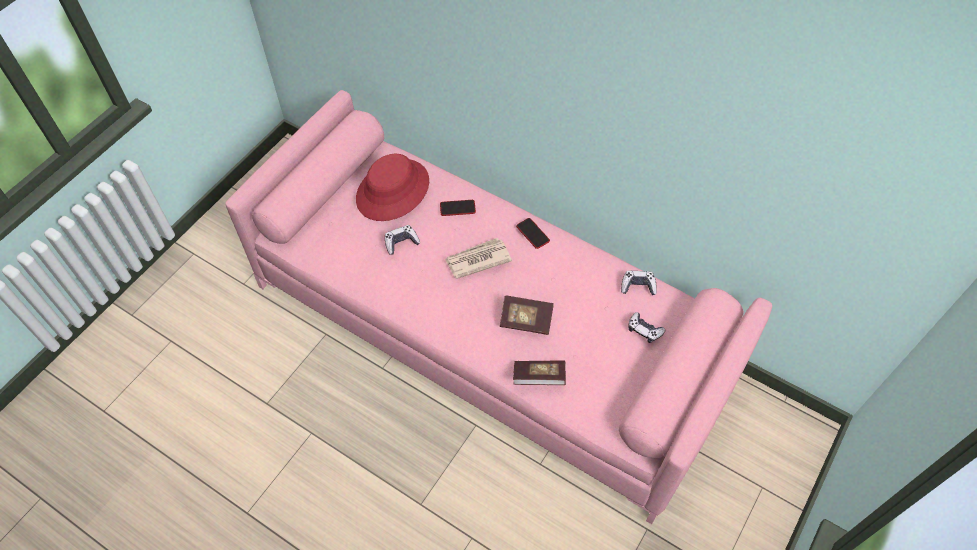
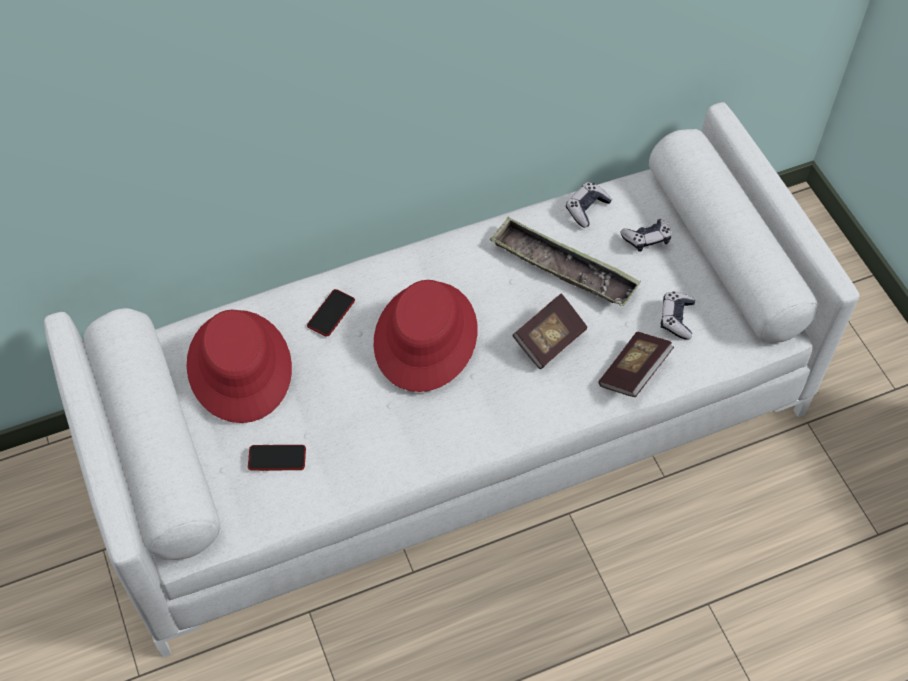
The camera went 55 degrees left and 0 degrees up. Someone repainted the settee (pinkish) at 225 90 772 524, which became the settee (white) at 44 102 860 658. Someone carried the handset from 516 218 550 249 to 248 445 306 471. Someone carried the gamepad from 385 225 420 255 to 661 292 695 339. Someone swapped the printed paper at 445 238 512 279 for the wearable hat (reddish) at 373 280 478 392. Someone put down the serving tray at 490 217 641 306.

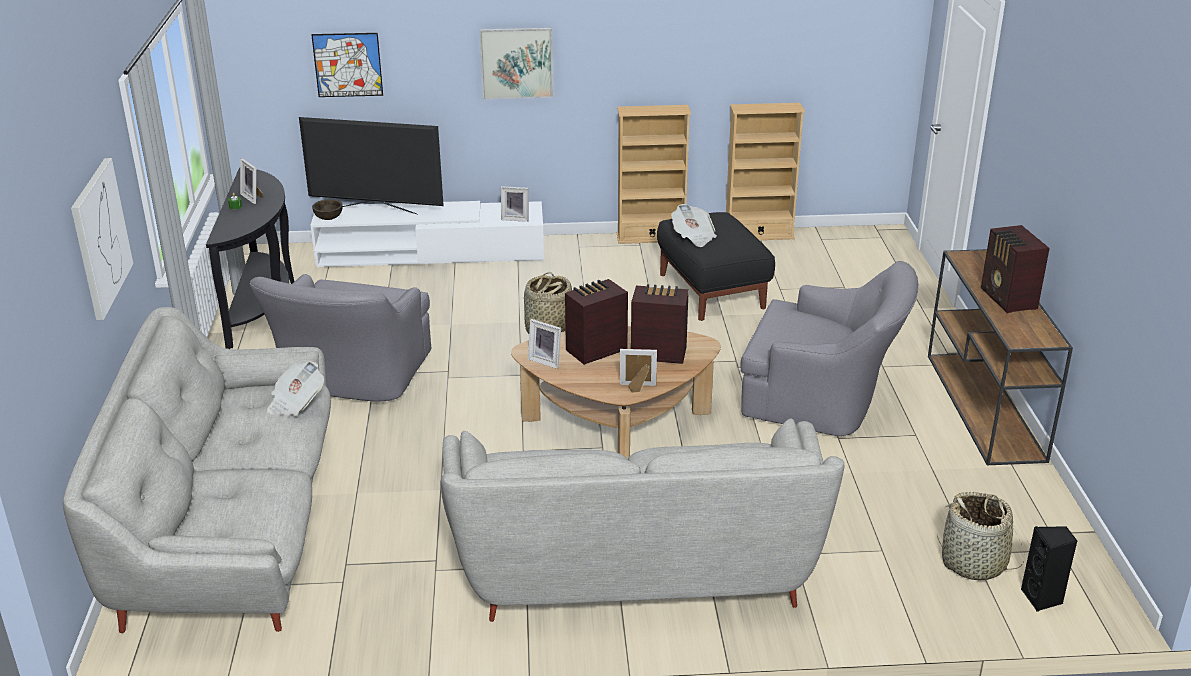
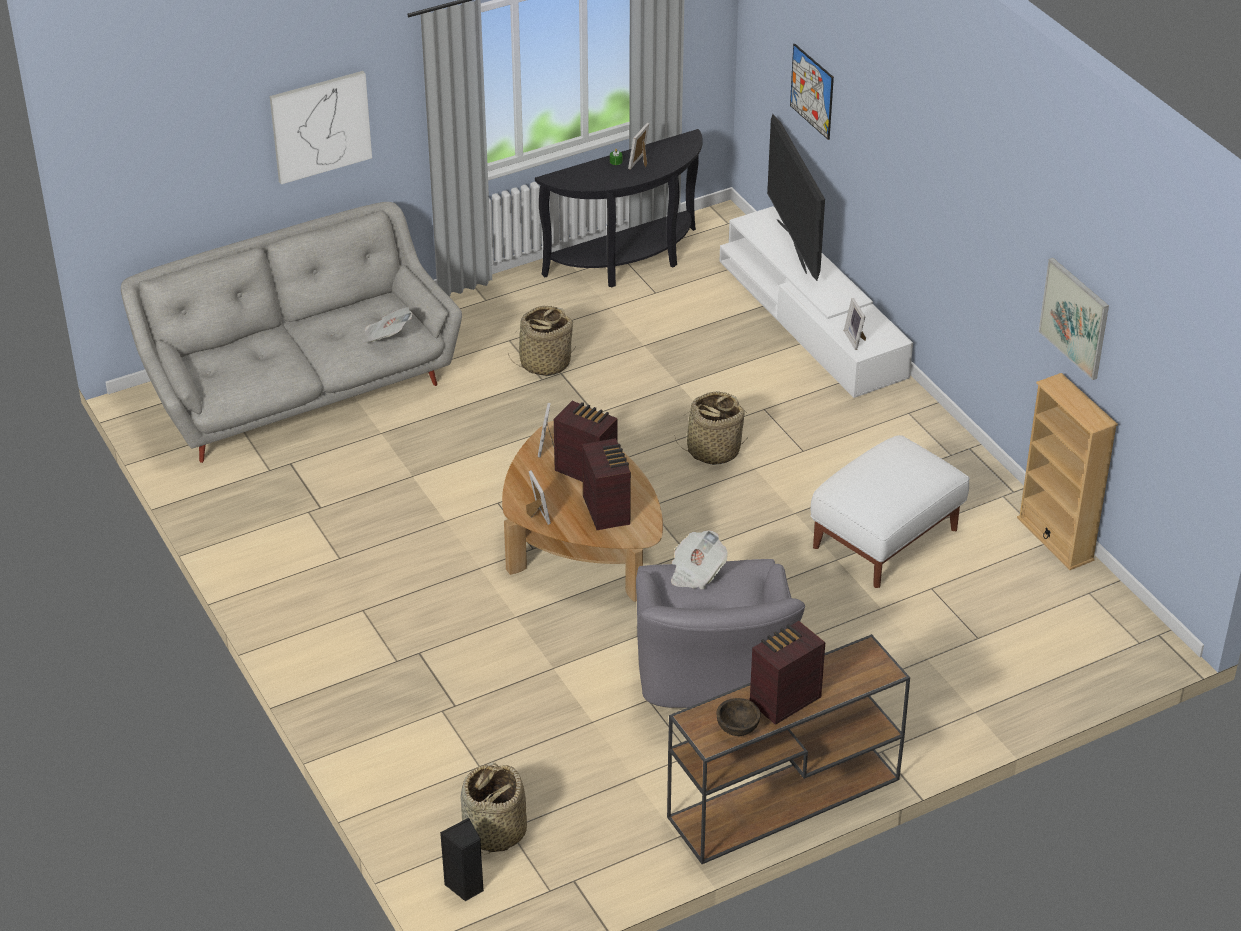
The camera went 65 degrees right and 10 degrees up. Someone carried the wall art from 479 28 553 99 to 1039 258 1109 380. Someone took away the bookshelf (beige-coloured) at 617 105 691 244. Someone carried the bowl (brownish) from 312 199 343 220 to 716 698 761 736. Someone carried the printed paper from 671 204 717 247 to 671 530 728 589. Someone repainted the pouffe (black) at 657 212 775 321, which became the pouffe (white) at 811 435 970 588. Someone swapped the easy chair (greyish) at 249 274 431 402 for the basket at 508 306 575 376. Someone took away the settee (greyish) at 440 418 844 622.

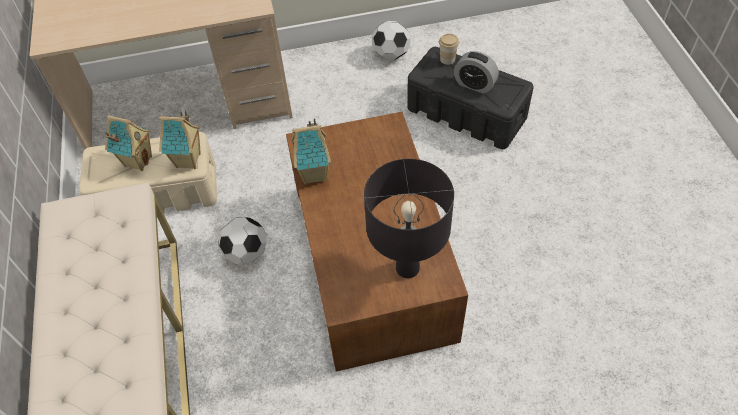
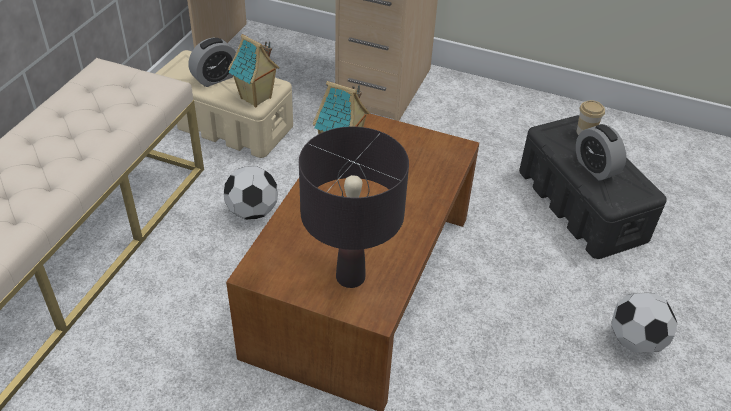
The camera went 30 degrees right and 10 degrees down. Someone carried the ball for football from 372 21 410 60 to 612 293 677 352. Someone swapped the miniature house at 105 115 152 171 for the alarm clock at 189 38 236 87.

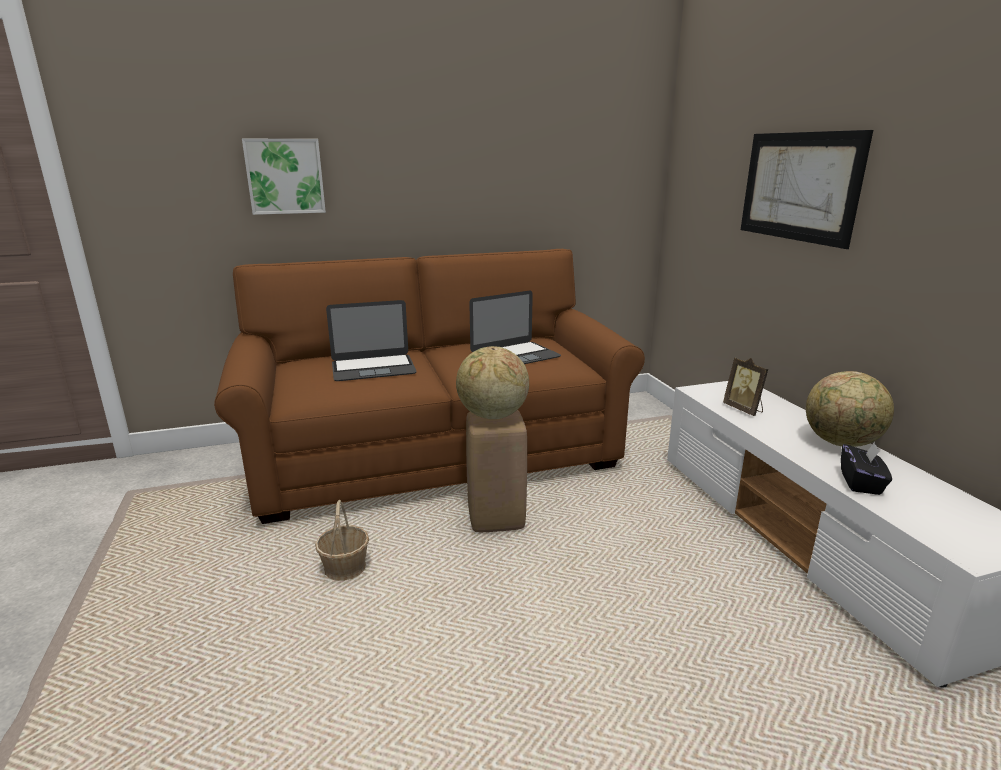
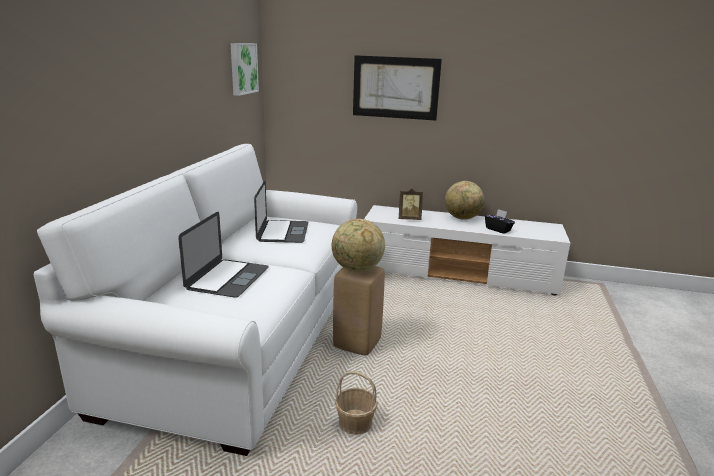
The camera went 60 degrees left and 0 degrees up. Someone carried the wall art from 242 139 326 215 to 231 43 259 96. Someone repainted the settee (brownish) at 214 249 645 524, which became the settee (white) at 34 144 357 456.

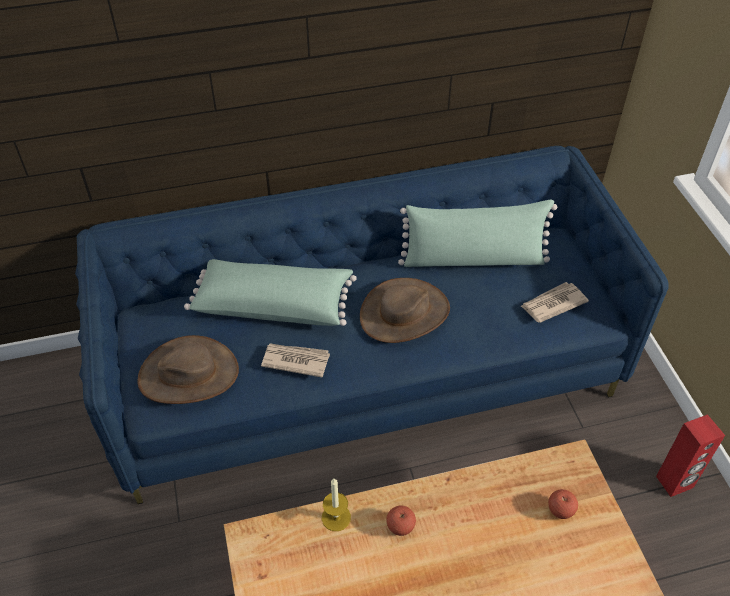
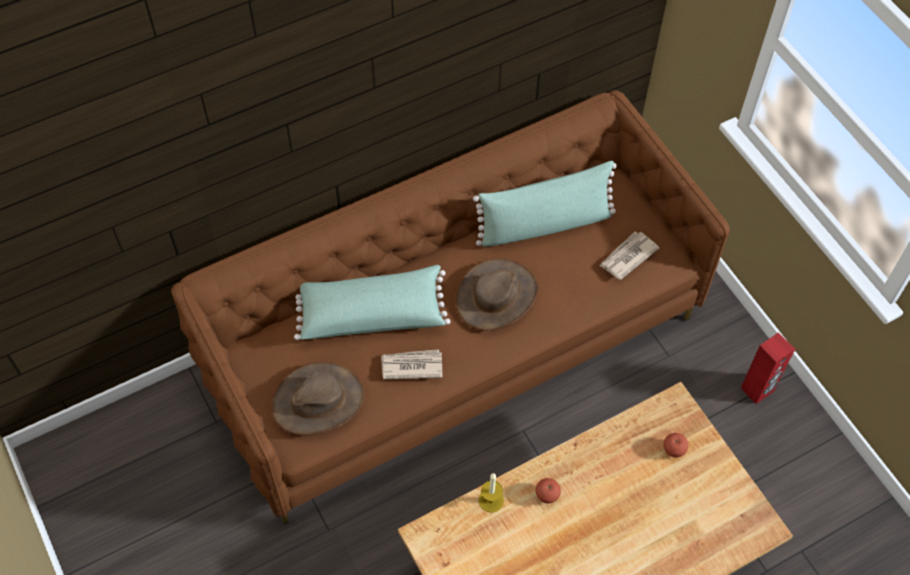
The camera went 15 degrees left and 10 degrees up. Someone repainted the settee (bluish) at 75 146 669 504, which became the settee (brownish) at 171 90 730 524.

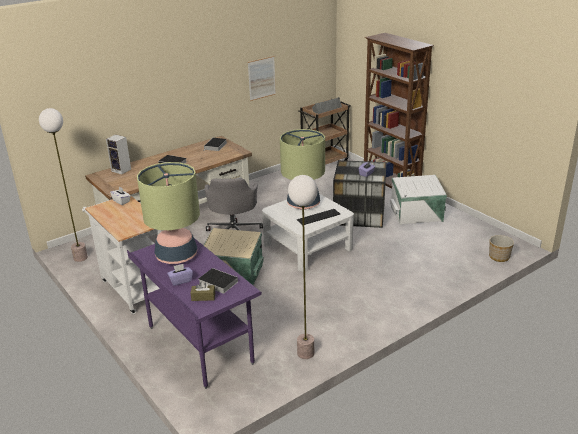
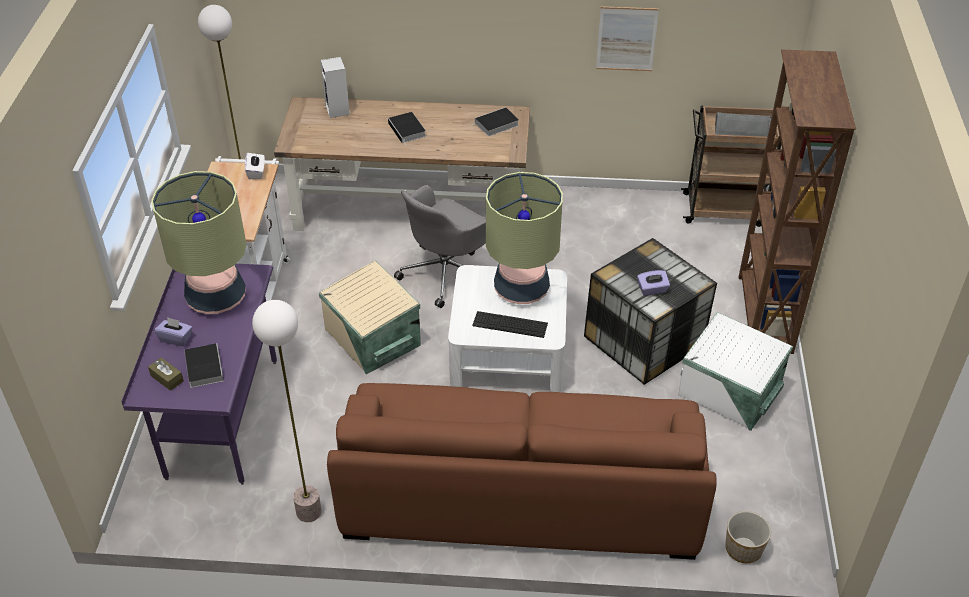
The camera went 40 degrees right and 15 degrees up. Someone put down the settee (brownish) at 327 383 716 560.

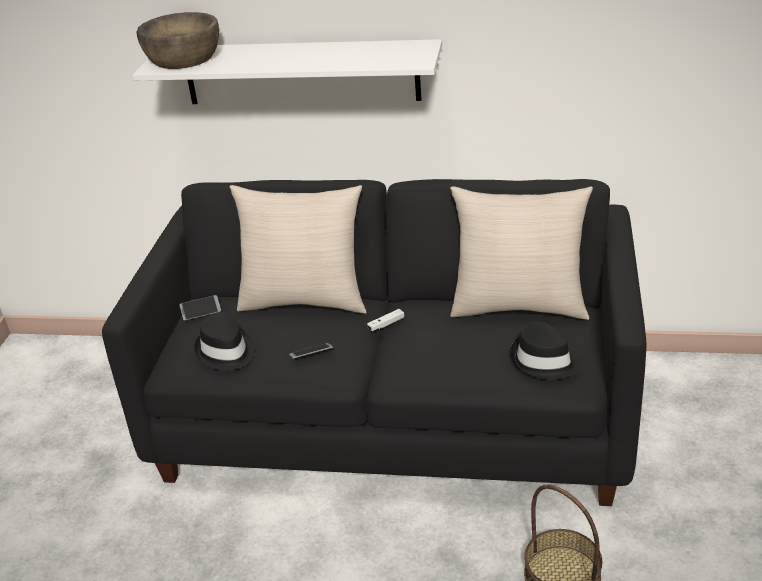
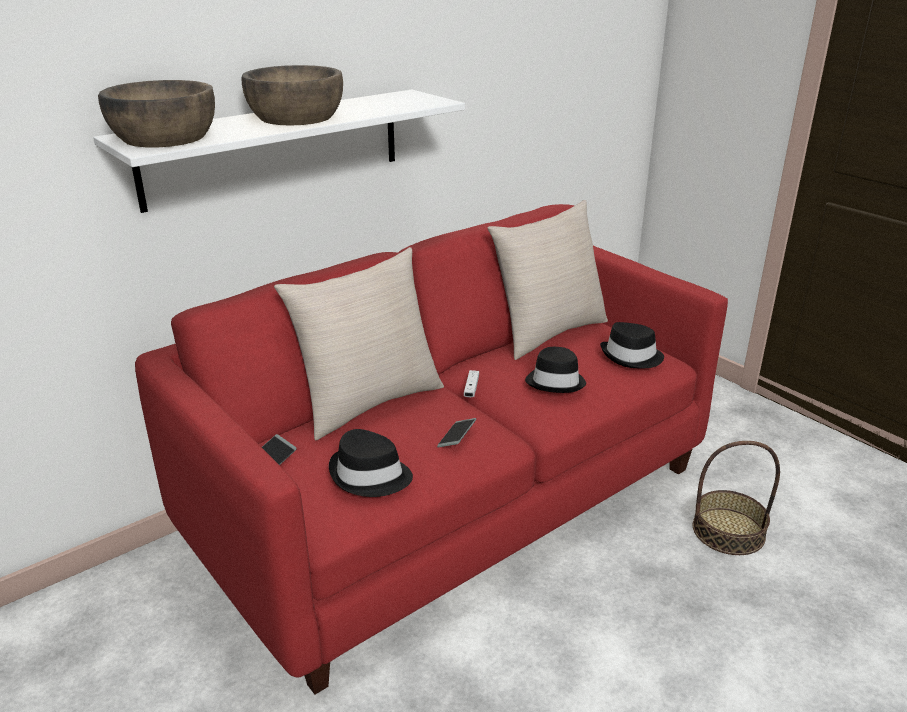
The camera went 50 degrees left and 5 degrees down. Someone repainted the settee (black) at 102 179 647 506, which became the settee (reddish) at 135 204 728 694. Someone put down the bowl (brownish) at 241 65 343 126. Someone put down the wearable hat (black) at 525 347 586 393.

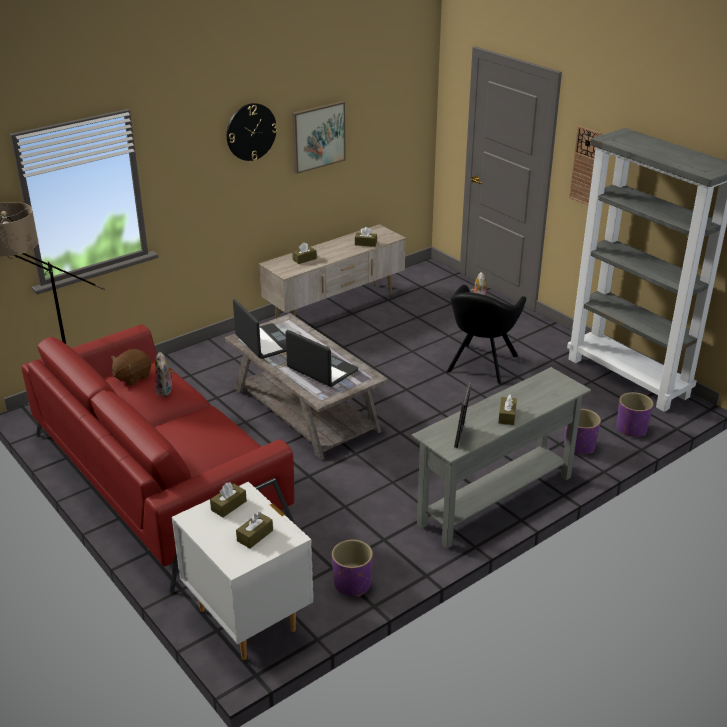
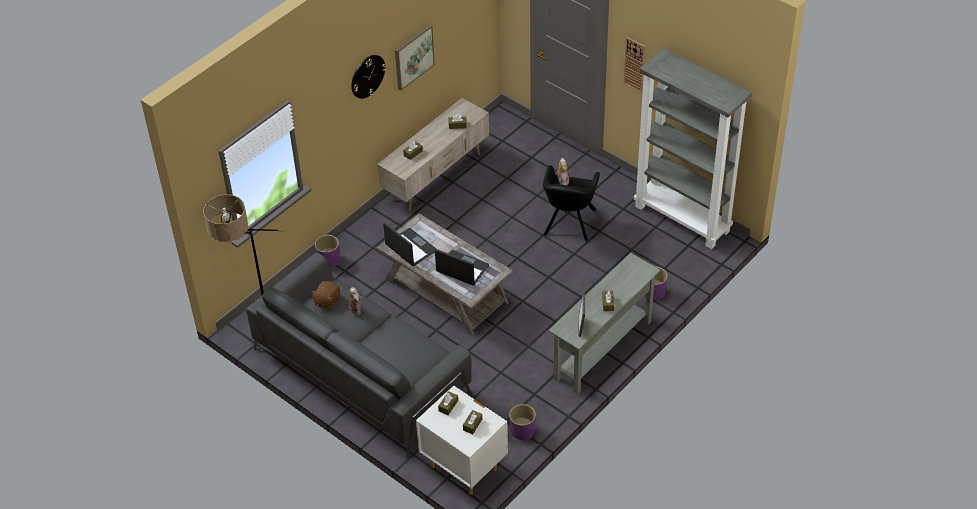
The camera went 10 degrees left and 15 degrees up. Someone repainted the settee (reddish) at 21 324 296 594, which became the settee (greyish) at 246 252 474 459. Someone carried the plant pot (purplish) from 617 392 654 437 to 315 235 340 267.

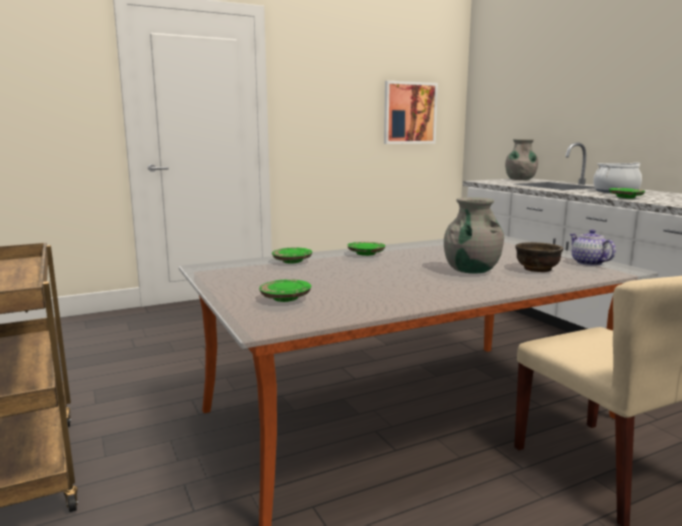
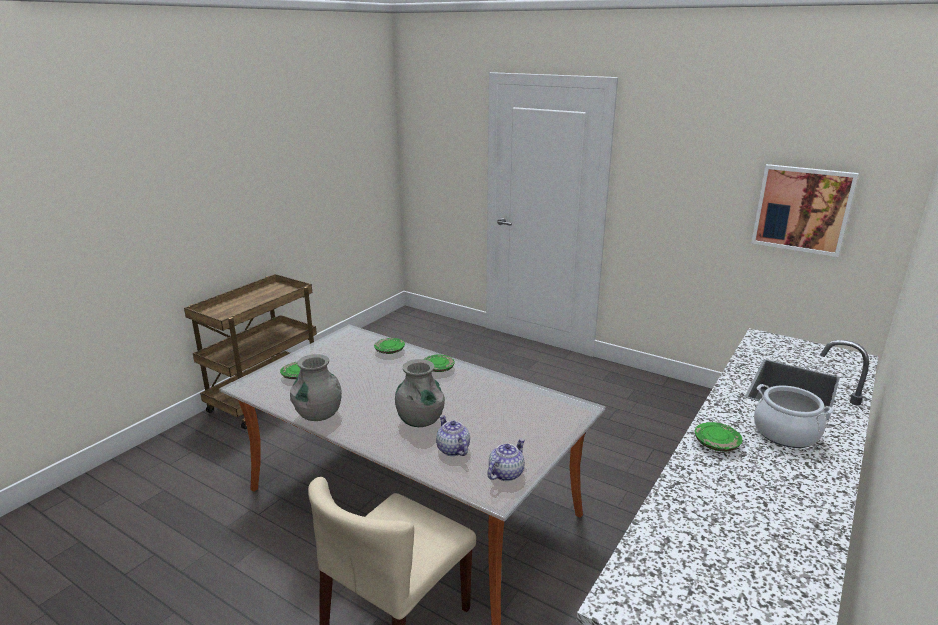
The camera went 60 degrees right and 10 degrees up. Someone carried the vase (greyish) from 505 139 538 180 to 290 354 342 421. Someone swapped the bowl (brownish) at 515 242 563 272 for the tea pot at 436 415 470 456.

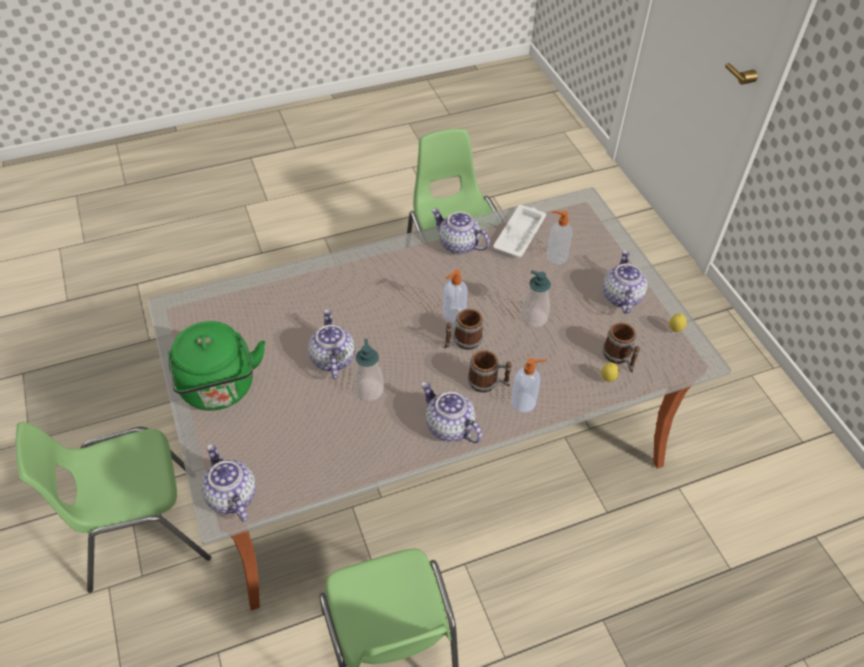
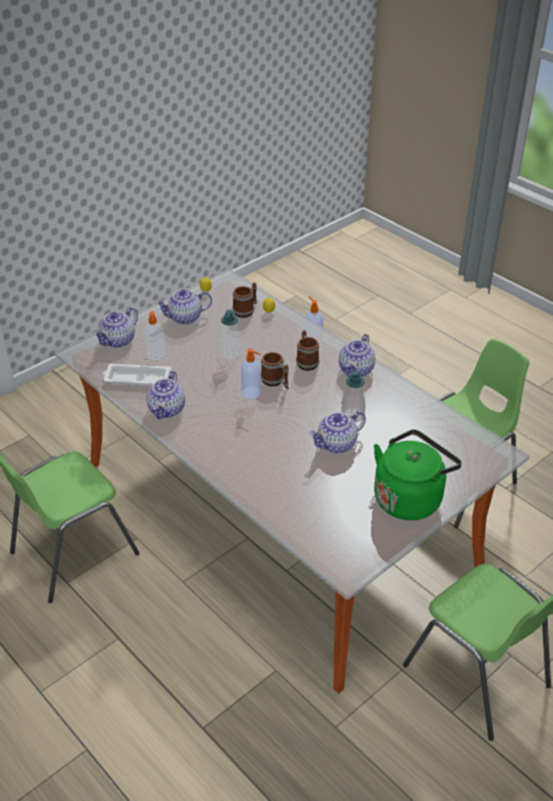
The camera went 110 degrees left and 10 degrees down. Someone carried the tea pot from 201 444 256 522 to 93 307 138 348.

